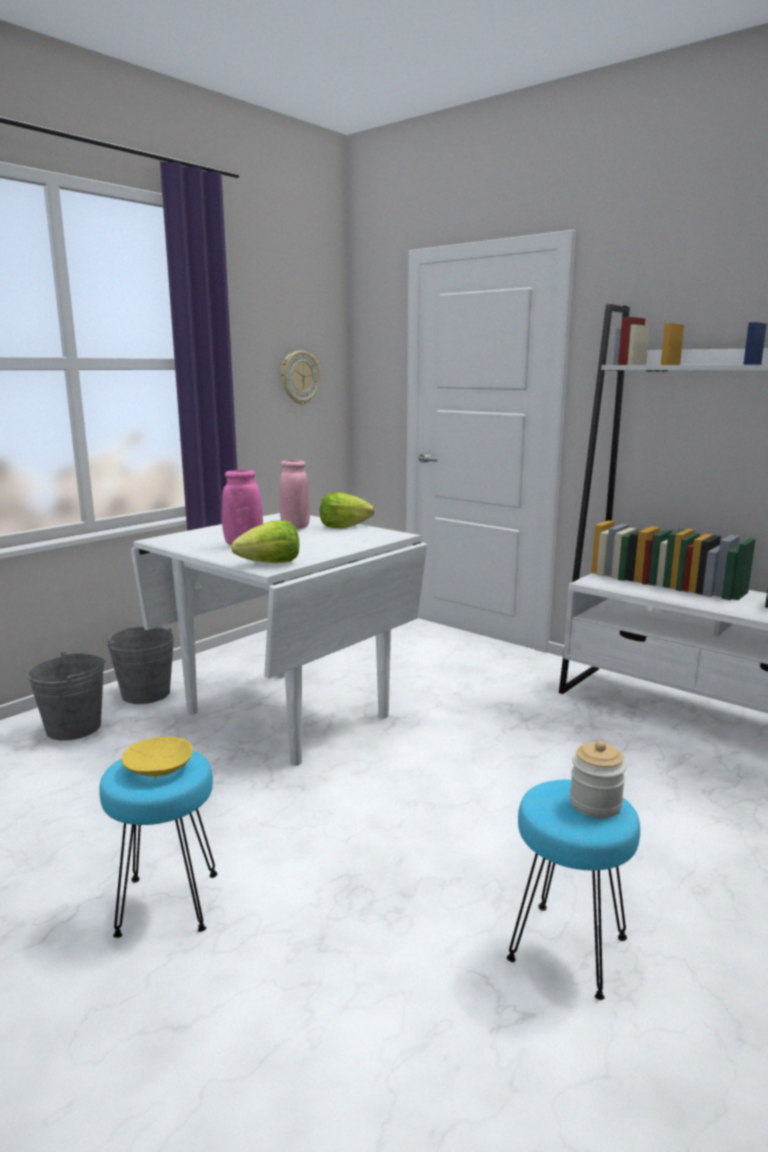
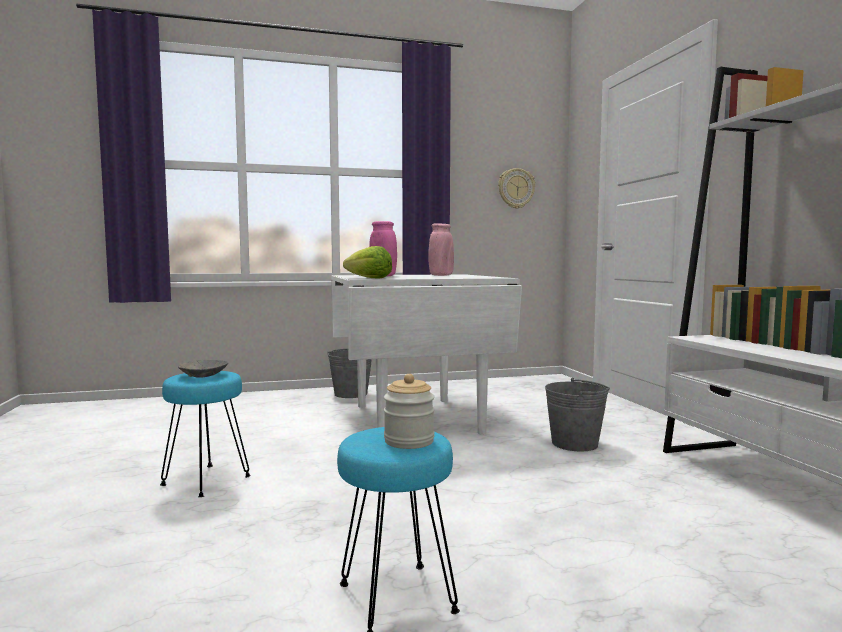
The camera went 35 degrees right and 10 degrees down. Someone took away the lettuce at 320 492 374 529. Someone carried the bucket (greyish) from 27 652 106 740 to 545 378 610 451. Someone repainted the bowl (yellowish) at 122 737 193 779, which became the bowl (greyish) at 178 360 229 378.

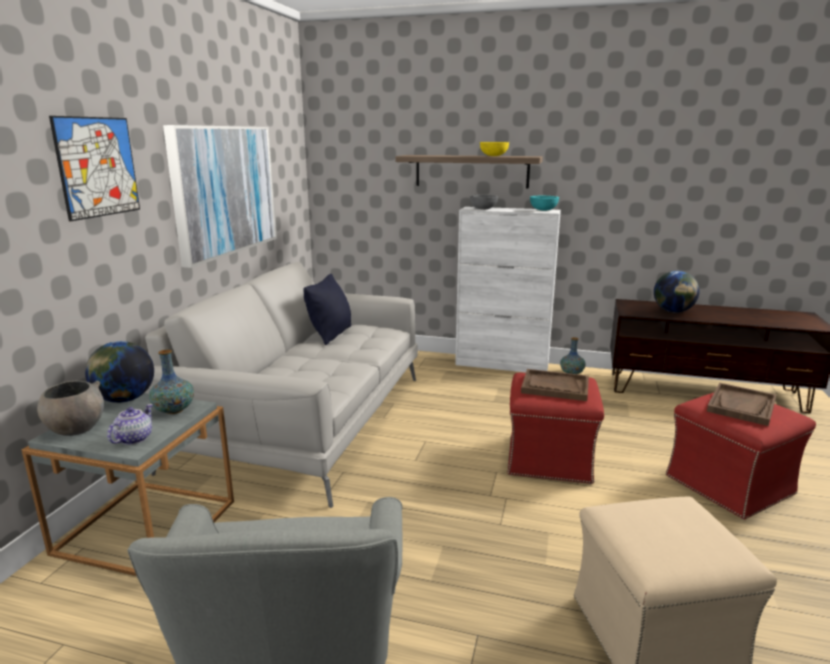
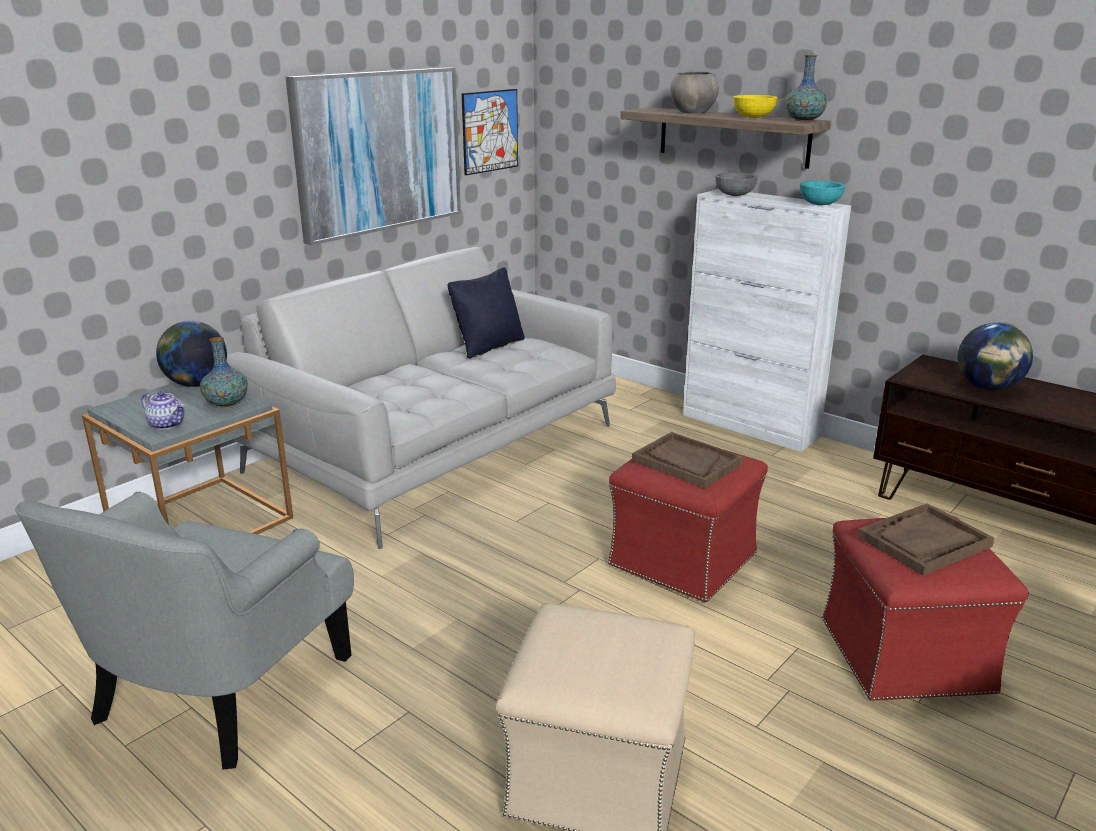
The camera went 25 degrees right and 5 degrees up. Someone carried the wall art from 49 116 140 221 to 462 89 518 175. Someone carried the vase from 560 337 586 374 to 785 55 827 122. Someone carried the bowl (greyish) from 37 380 104 436 to 670 71 719 113. Someone rotated the tea pot at 107 404 153 445 by 75 degrees clockwise.

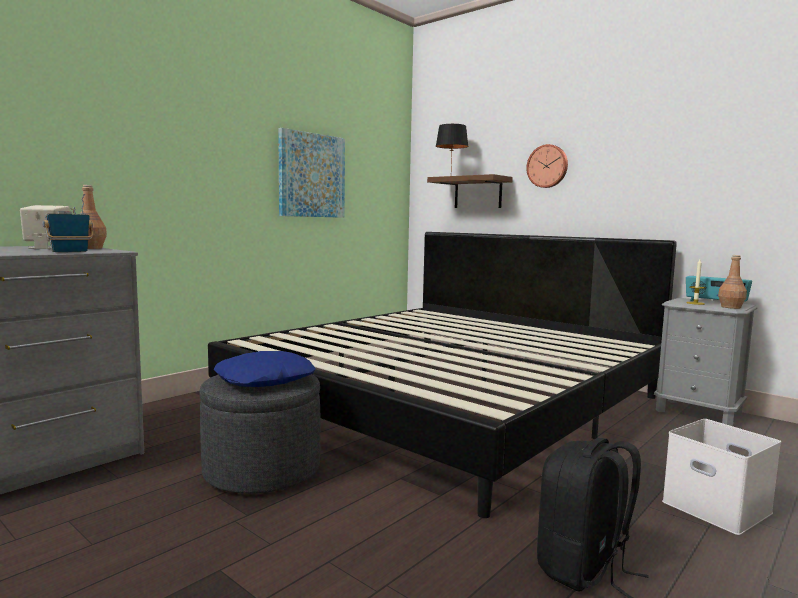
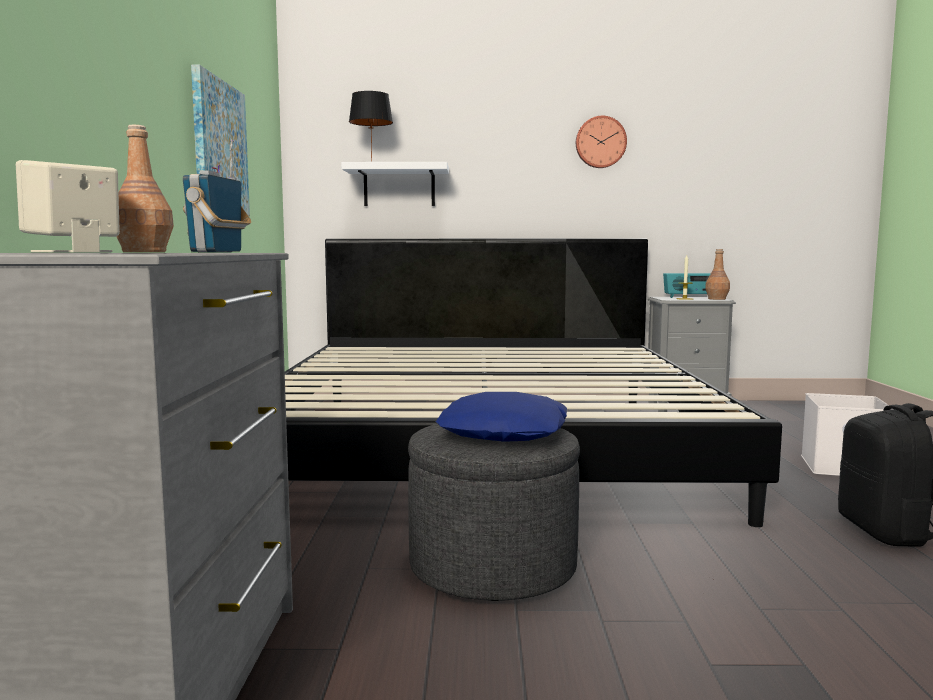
The camera went 40 degrees left and 0 degrees up. Someone carried the wall clock from 526 144 568 188 to 576 116 627 168. Someone repainted the bracket shelf (brownish) at 427 174 513 208, which became the bracket shelf (white) at 341 162 449 206.

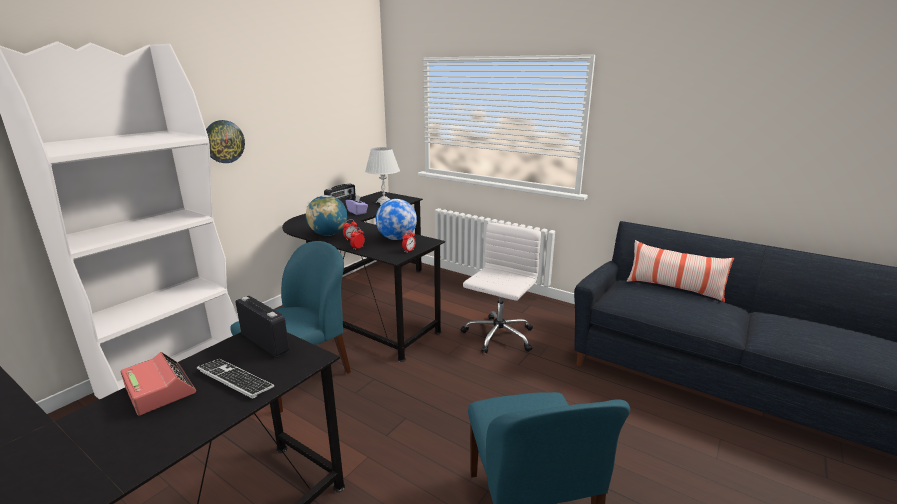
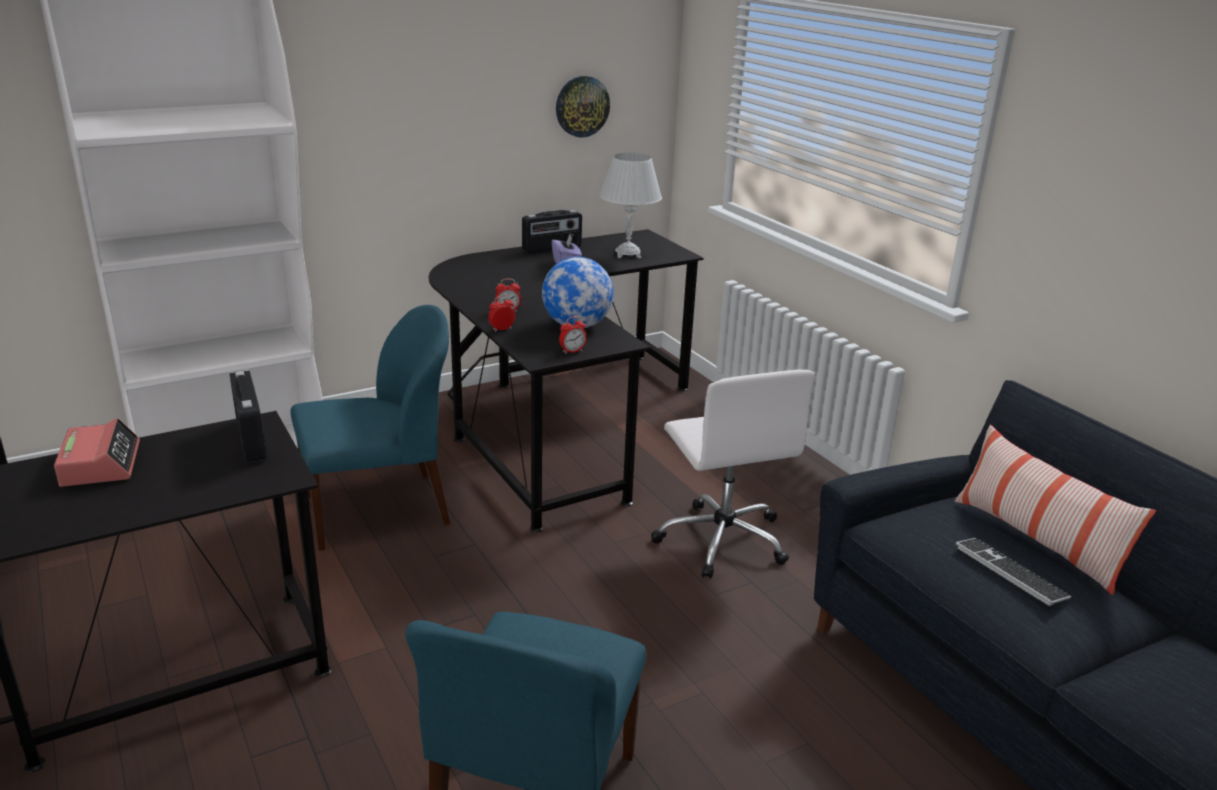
The camera went 25 degrees right and 5 degrees up. Someone carried the wall clock from 206 120 245 163 to 556 76 610 138. Someone took away the desk globe at 306 195 347 236. Someone rotated the computer chair (white) at 461 222 541 353 by 105 degrees clockwise. Someone carried the keyboard from 197 359 274 399 to 956 538 1072 606.

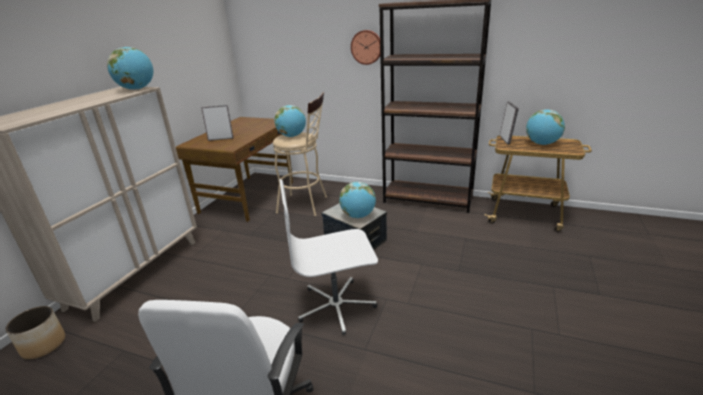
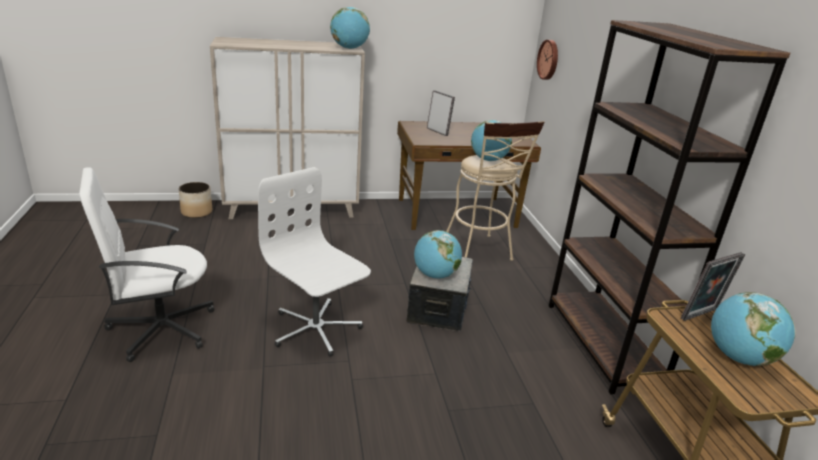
The camera went 55 degrees right and 0 degrees up. Someone carried the wall clock from 351 30 380 65 to 537 40 558 80.

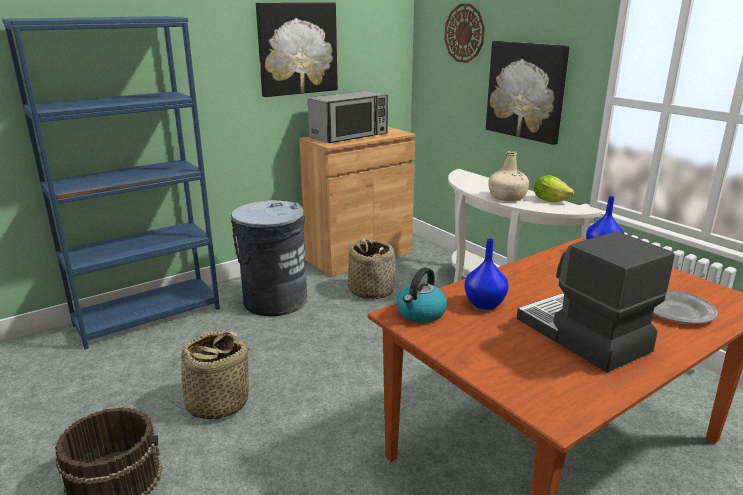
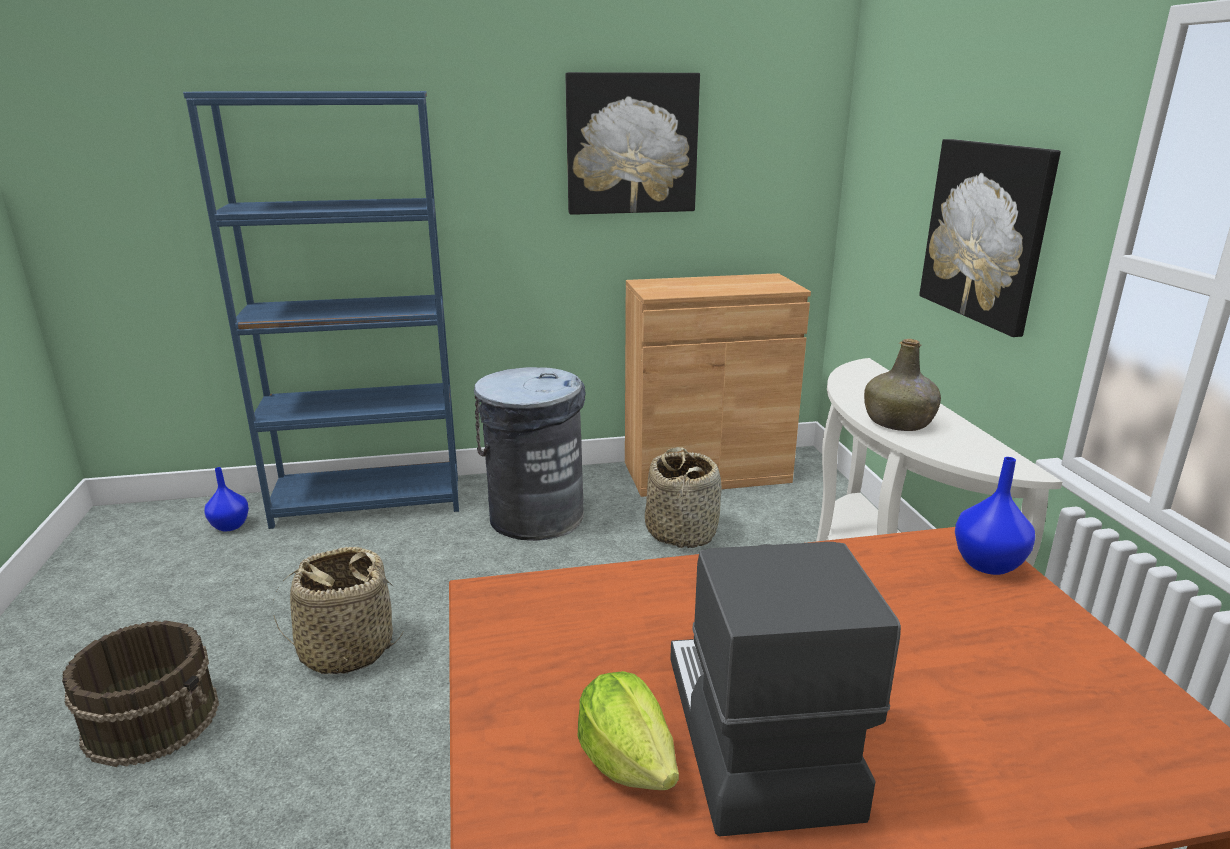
The camera went 25 degrees right and 0 degrees up. Someone took away the wall clock at 445 4 485 63. Someone took away the microwave oven at 308 91 388 143. Someone repainted the bottle (beige-coloured) at 488 151 529 201, which became the bottle (greenish) at 864 339 941 431. Someone carried the lettuce from 534 175 574 202 to 578 671 679 790. Someone carried the vase (bluish) from 464 239 509 310 to 205 467 249 531. Someone took away the kettle at 396 267 447 323. Someone took away the plate (greyish) at 653 290 717 324.

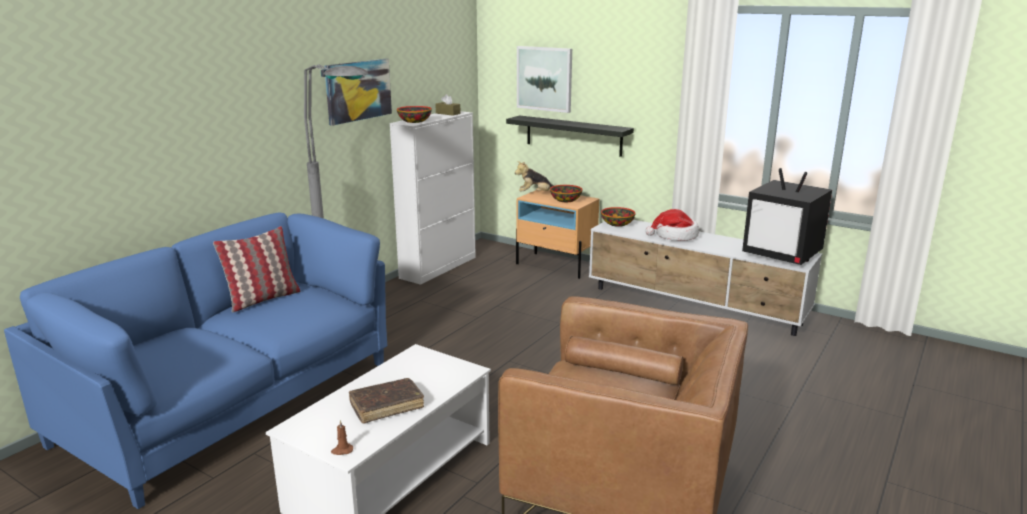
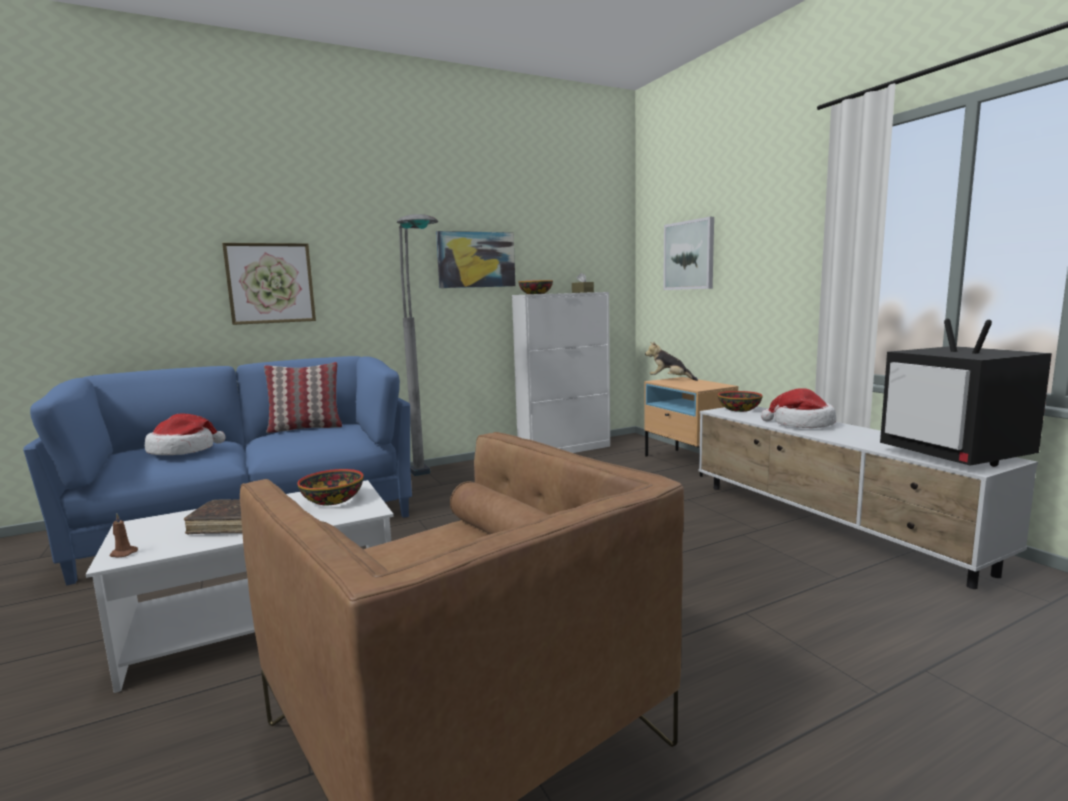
The camera went 30 degrees right and 10 degrees down. Someone took away the bracket shelf (black) at 506 115 634 157. Someone carried the bowl from 550 185 583 202 to 297 469 364 506. Someone put up the wall art at 222 243 316 325. Someone put down the wearable hat at 145 413 225 455.

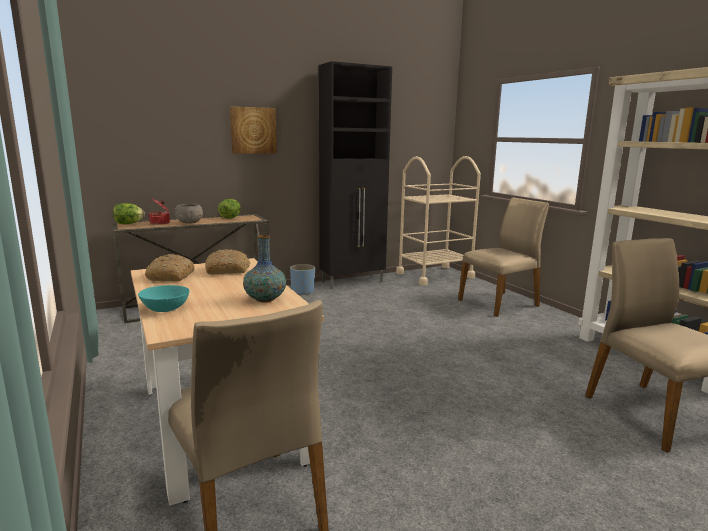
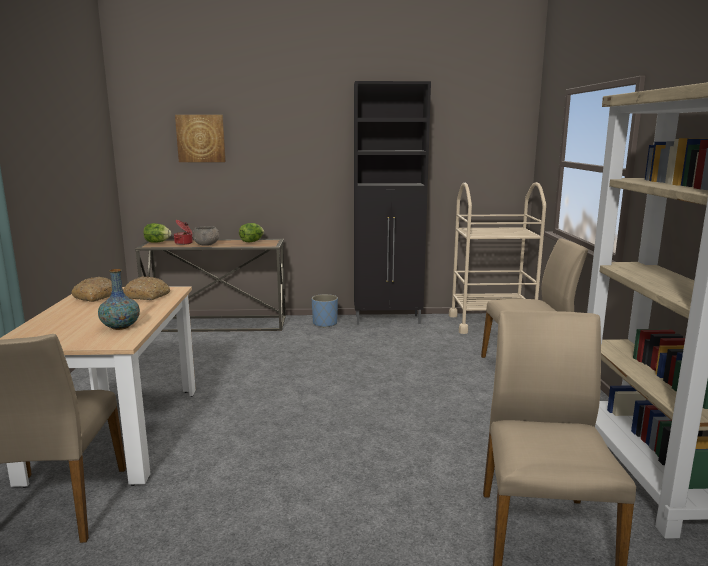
The camera went 25 degrees right and 0 degrees up. Someone carried the wall art from 230 106 277 154 to 175 115 226 162. Someone took away the bowl (turquoise) at 138 285 189 312.

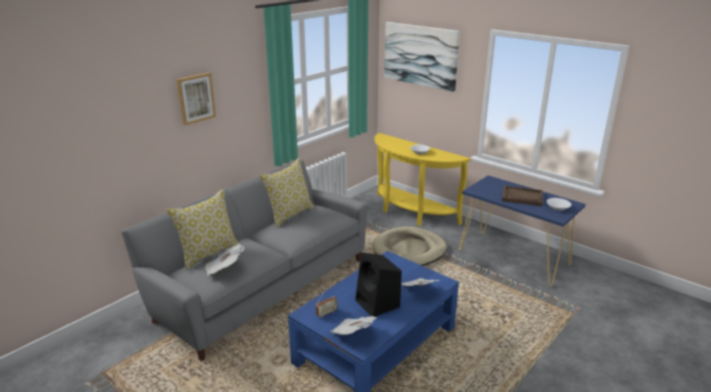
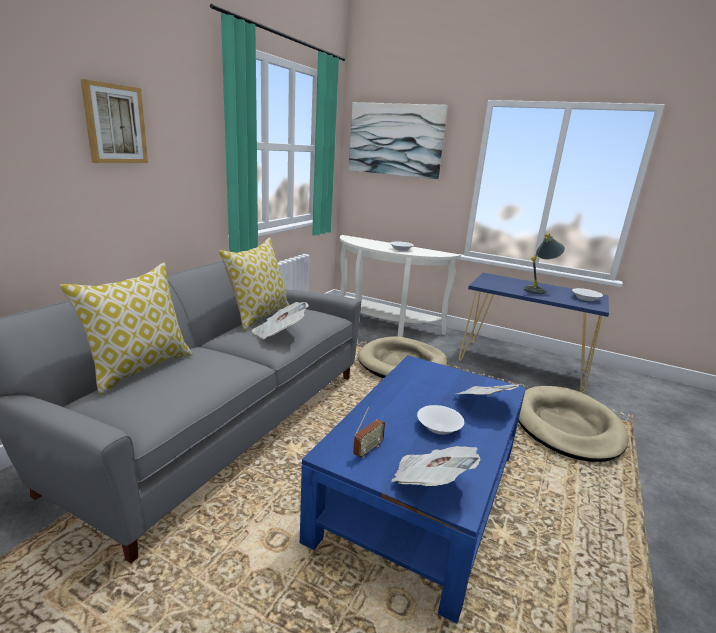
The camera went 15 degrees left and 5 degrees down. Someone repainted the hall table (yellowish) at 374 133 471 226, which became the hall table (white) at 340 235 461 337. Someone swapped the serving tray (brownish) at 502 186 543 206 for the tabletop lamp (greyish) at 524 233 565 294. Someone carried the printed paper from 205 244 244 276 to 252 302 309 339. Someone swapped the loudspeaker (black) at 355 252 402 317 for the bowl (white) at 417 405 464 435. Someone put down the pet bed (beige-coloured) at 518 386 628 462.

